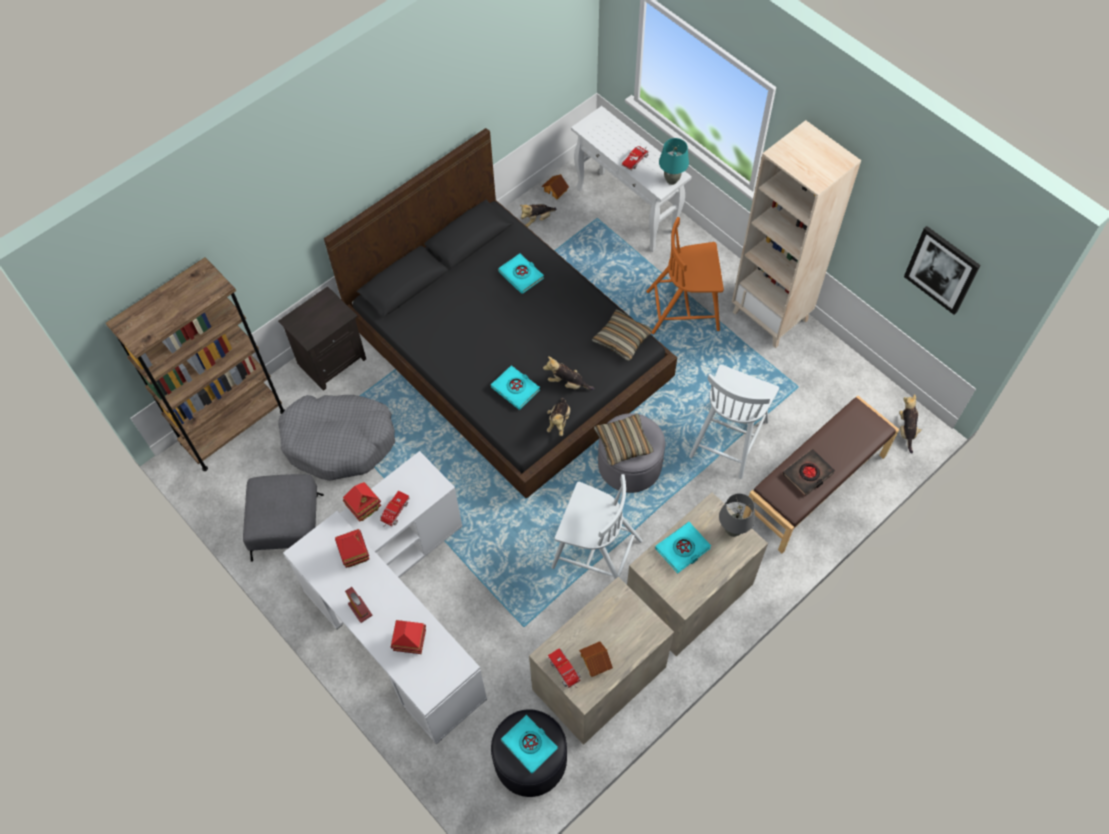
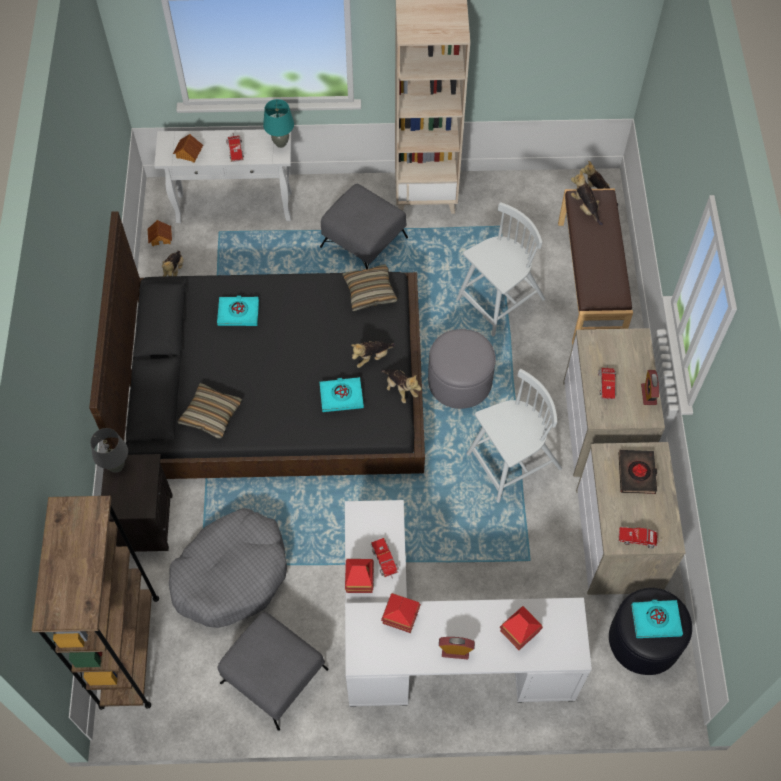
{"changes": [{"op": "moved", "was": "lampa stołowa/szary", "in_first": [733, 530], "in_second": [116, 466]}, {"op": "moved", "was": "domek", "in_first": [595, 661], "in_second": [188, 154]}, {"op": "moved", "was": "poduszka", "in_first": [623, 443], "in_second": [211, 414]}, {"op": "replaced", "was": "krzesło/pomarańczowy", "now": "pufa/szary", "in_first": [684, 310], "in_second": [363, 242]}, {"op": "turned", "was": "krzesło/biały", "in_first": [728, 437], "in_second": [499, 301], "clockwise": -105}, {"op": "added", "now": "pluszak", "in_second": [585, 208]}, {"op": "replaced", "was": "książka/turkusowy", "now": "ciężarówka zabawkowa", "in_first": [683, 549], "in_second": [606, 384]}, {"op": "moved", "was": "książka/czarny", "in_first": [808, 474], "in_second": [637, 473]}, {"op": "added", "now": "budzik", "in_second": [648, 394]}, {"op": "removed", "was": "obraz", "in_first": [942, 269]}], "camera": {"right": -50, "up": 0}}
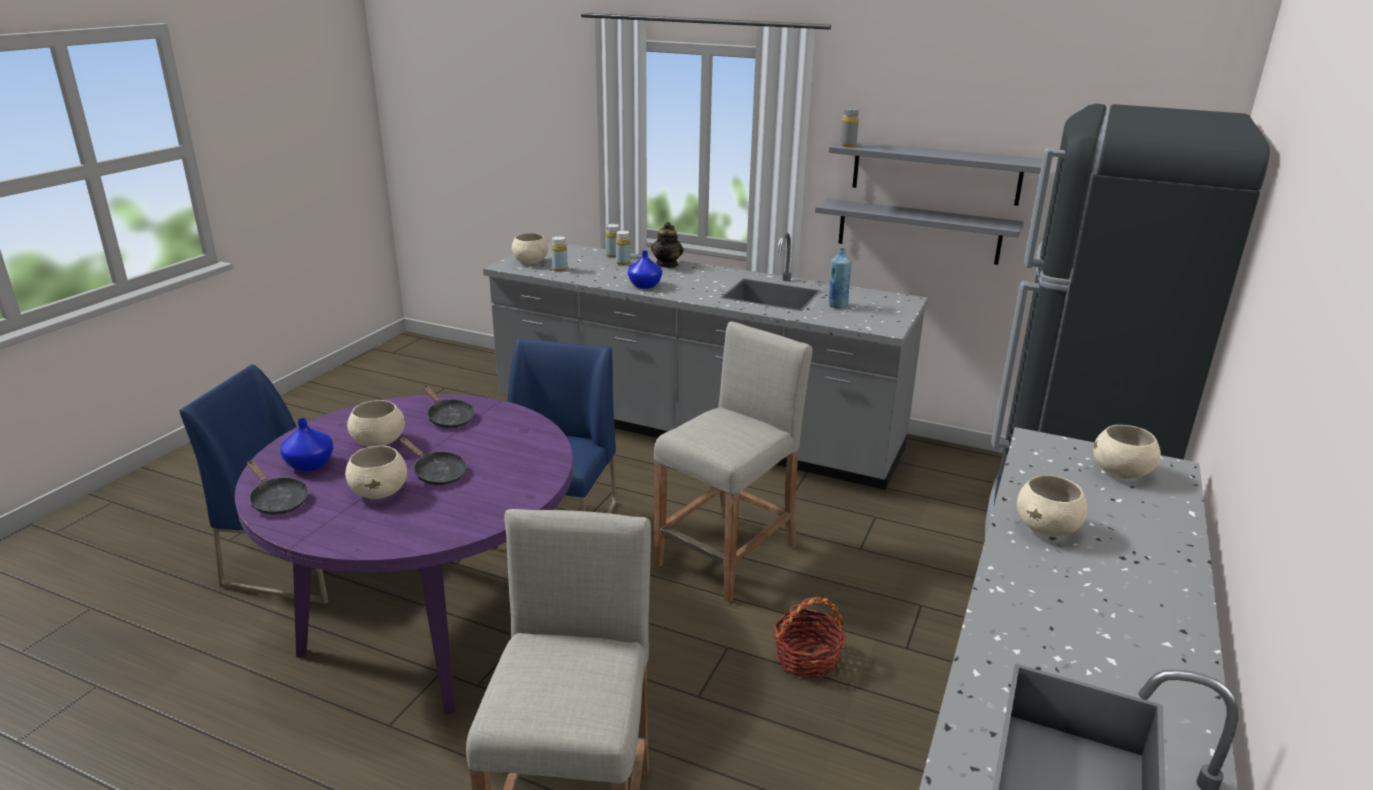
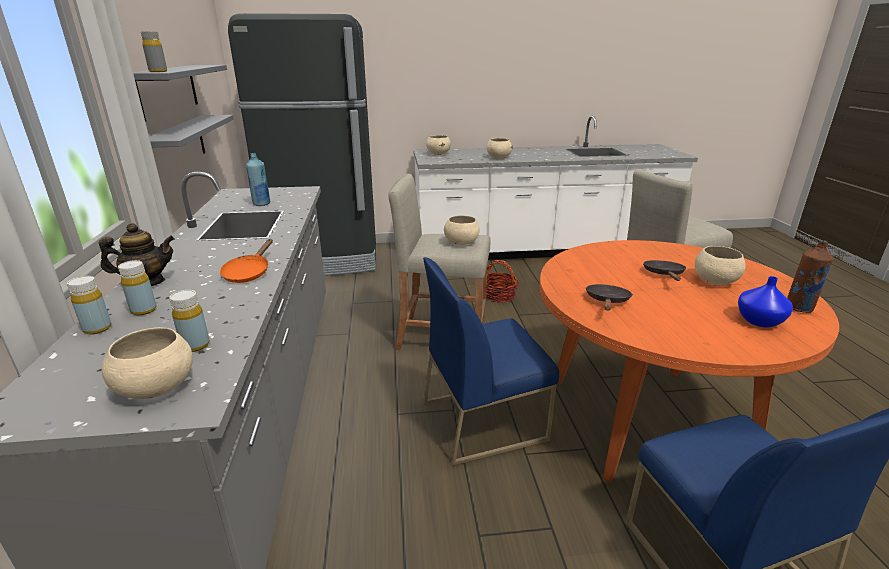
{"changes": [{"op": "replaced", "was": "wazon/niebieski", "now": "patelnia/pomarańczowy", "in_first": [645, 285], "in_second": [249, 273]}, {"op": "moved", "was": "miska/beżowy", "in_first": [378, 442], "in_second": [461, 243]}, {"op": "recoloured", "was": "stół jadalny/fioletowy", "now": "stół jadalny/pomarańczowy", "in_first": [431, 624], "in_second": [646, 419]}, {"op": "replaced", "was": "patelnia/czarny", "now": "butelka/brązowy", "in_first": [277, 501], "in_second": [799, 308]}], "camera": {"right": -120, "up": 0}}
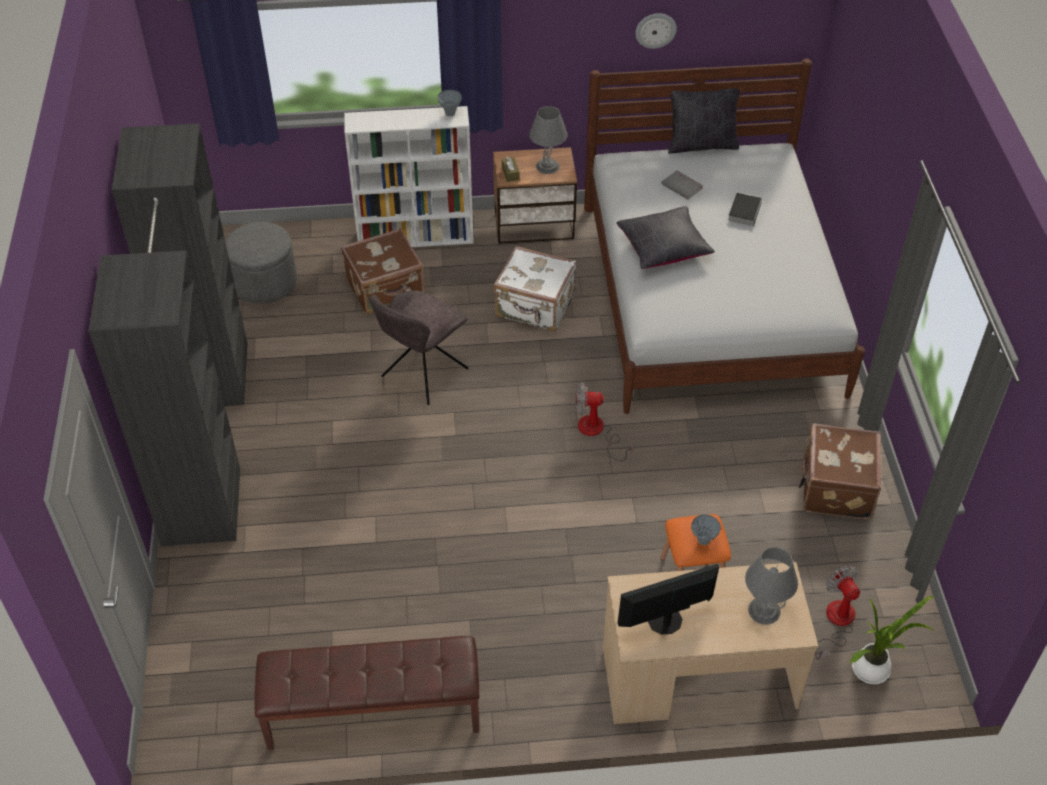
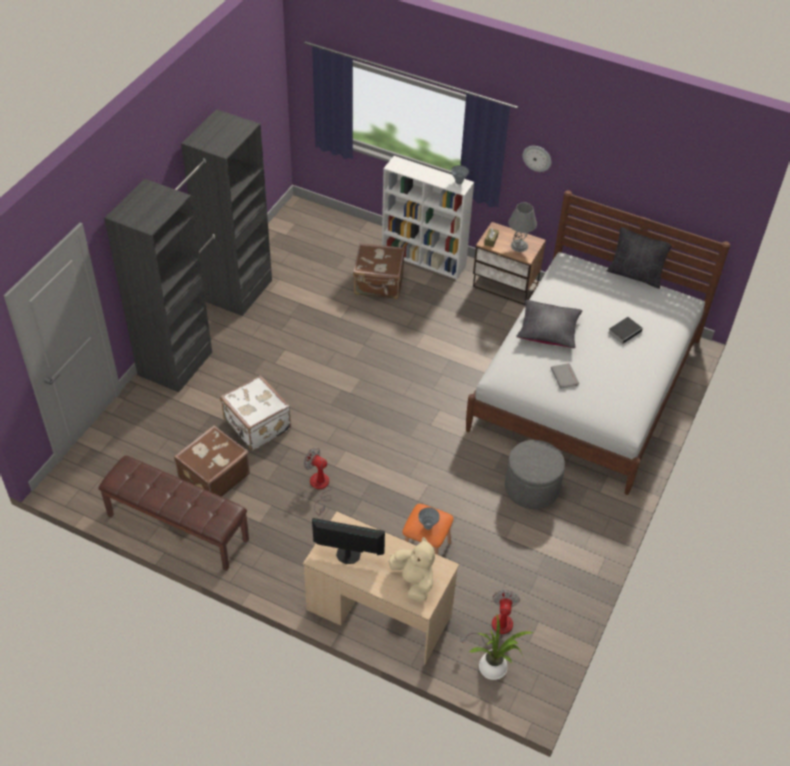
{"changes": [{"op": "moved", "was": "walizka/brązowy", "in_first": [835, 488], "in_second": [213, 476]}, {"op": "moved", "was": "walizka/biały", "in_first": [535, 307], "in_second": [256, 426]}, {"op": "moved", "was": "wentylator", "in_first": [597, 432], "in_second": [319, 487]}, {"op": "replaced", "was": "lampa stołowa/szary", "now": "pluszak/beżowy", "in_first": [764, 610], "in_second": [413, 581]}, {"op": "moved", "was": "pufa/szary", "in_first": [264, 282], "in_second": [531, 488]}, {"op": "moved", "was": "zegar ścienny", "in_first": [655, 30], "in_second": [537, 158]}, {"op": "moved", "was": "książka/szary", "in_first": [682, 185], "in_second": [565, 376]}, {"op": "removed", "was": "krzesło/szary", "in_first": [422, 374]}], "camera": {"right": 30, "up": 0}}
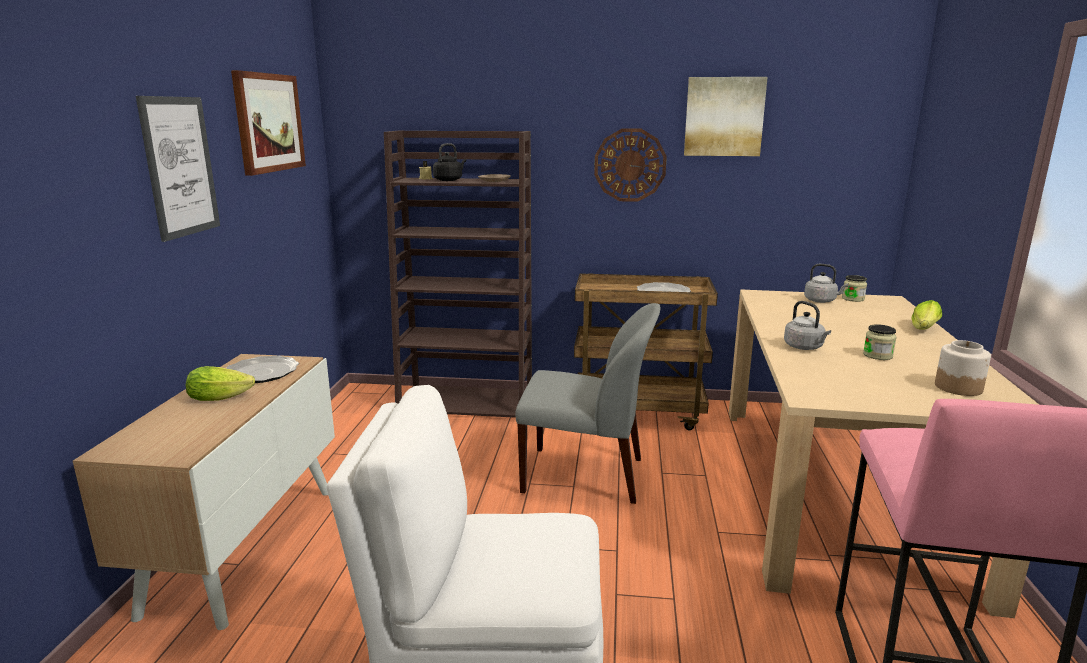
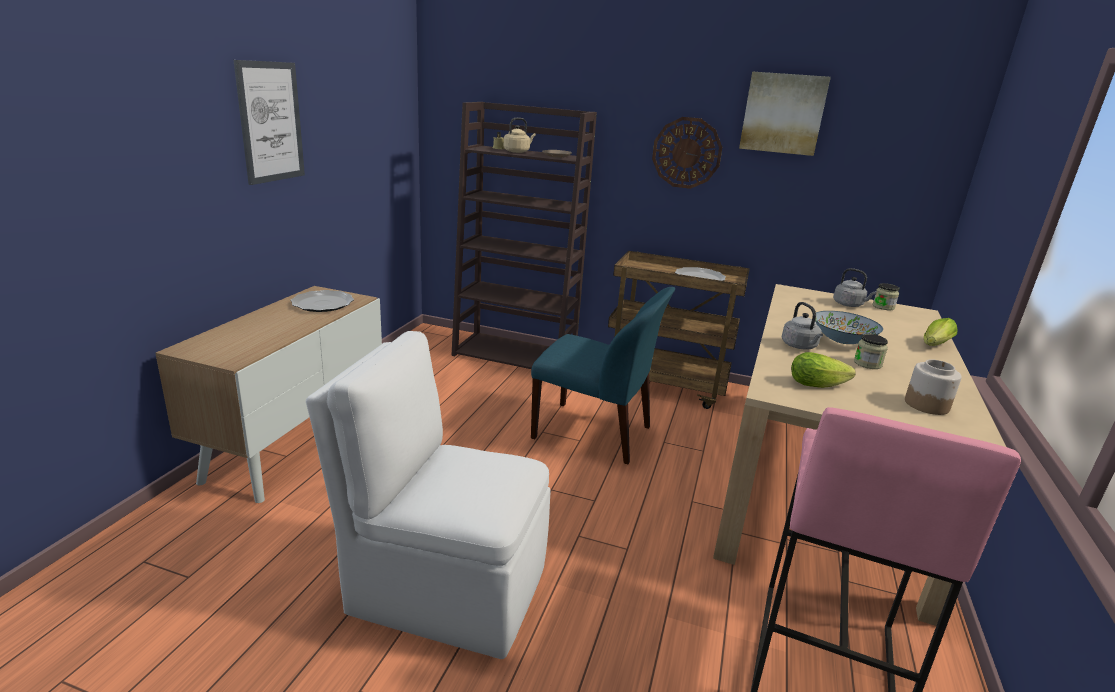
{"changes": [{"op": "recoloured", "was": "czajnik/czarny", "now": "czajnik/beżowy", "in_first": [449, 180], "in_second": [517, 151]}, {"op": "recoloured", "was": "krzesło/szary", "now": "krzesło/niebieski", "in_first": [586, 475], "in_second": [594, 433]}, {"op": "moved", "was": "sałata", "in_first": [223, 397], "in_second": [820, 384]}, {"op": "added", "now": "miska", "in_second": [842, 340]}, {"op": "removed", "was": "obraz", "in_first": [268, 122]}], "camera": {"right": 10, "up": 5}}
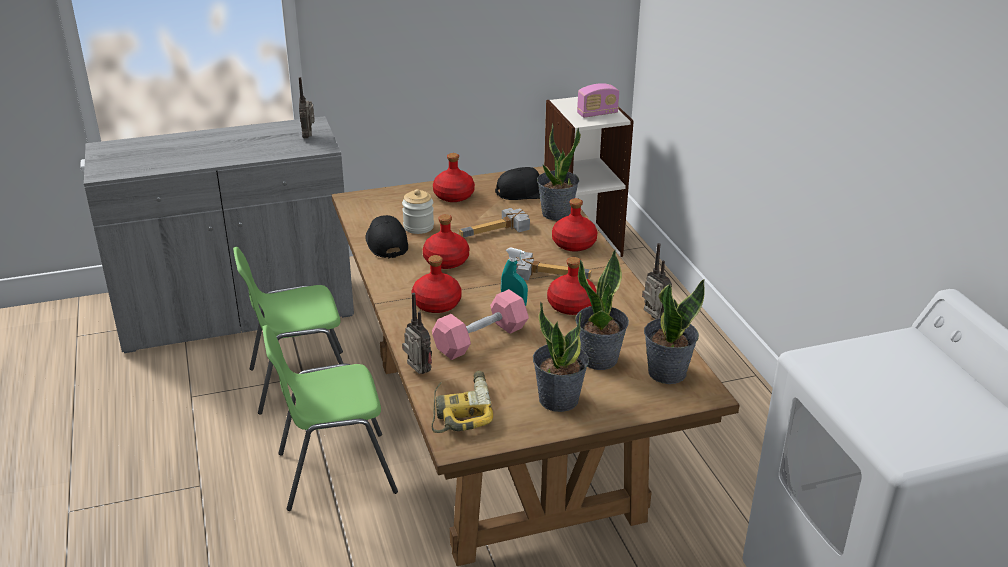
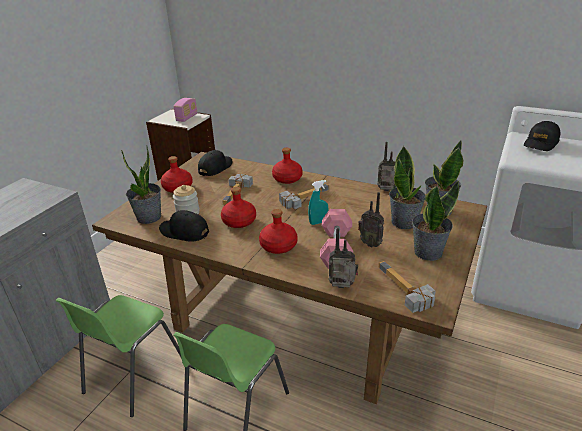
{"changes": [{"op": "moved", "was": "roślina doniczkowa", "in_first": [556, 214], "in_second": [149, 217]}, {"op": "moved", "was": "radio", "in_first": [309, 136], "in_second": [370, 243]}, {"op": "replaced", "was": "wiertarka", "now": "młotek", "in_first": [460, 409], "in_second": [401, 291]}, {"op": "added", "now": "czapka z daszkiem/czarny", "in_second": [541, 143]}, {"op": "removed", "was": "butelka/czerwony", "in_first": [571, 306]}], "camera": {"right": -45, "up": 0}}
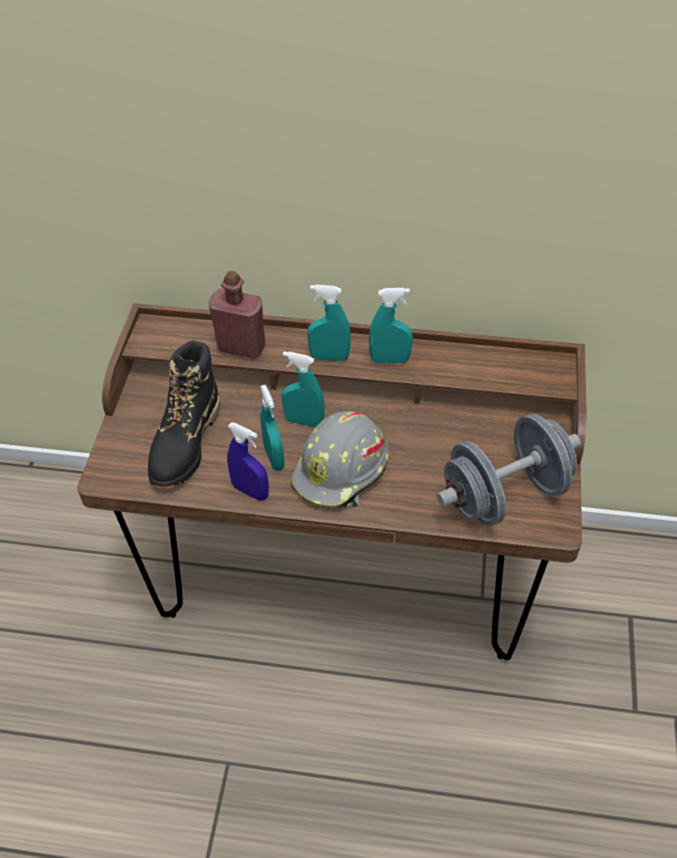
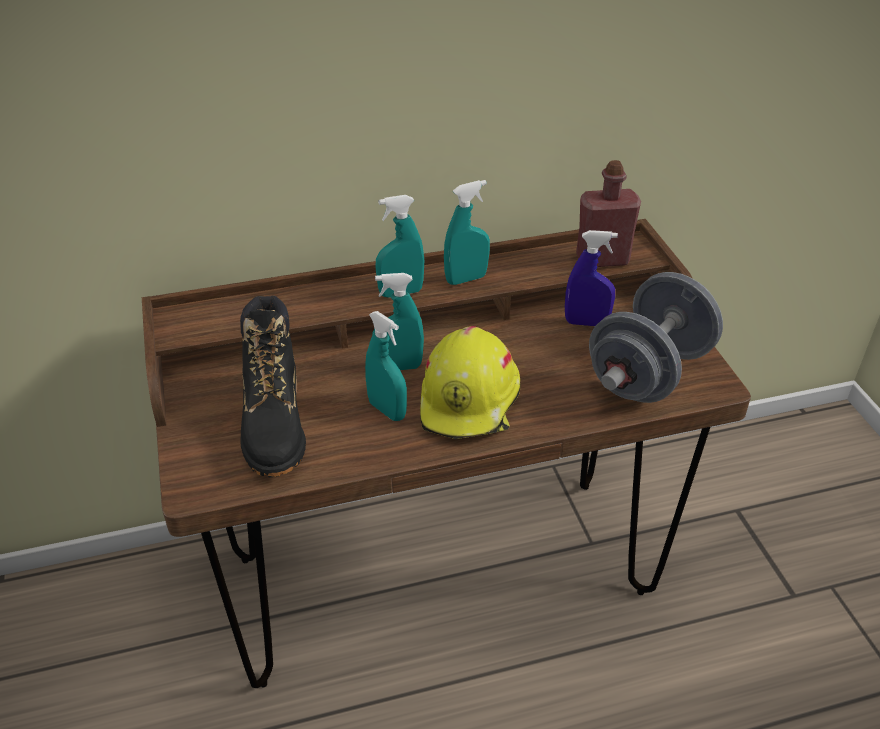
{"changes": [{"op": "recoloured", "was": "kask/szary", "now": "kask/żółty", "in_first": [342, 471], "in_second": [470, 401]}, {"op": "moved", "was": "spryskiwacz/niebieski", "in_first": [250, 491], "in_second": [586, 322]}, {"op": "moved", "was": "butelka/czerwony", "in_first": [241, 347], "in_second": [602, 259]}], "camera": {"right": -25, "up": -10}}
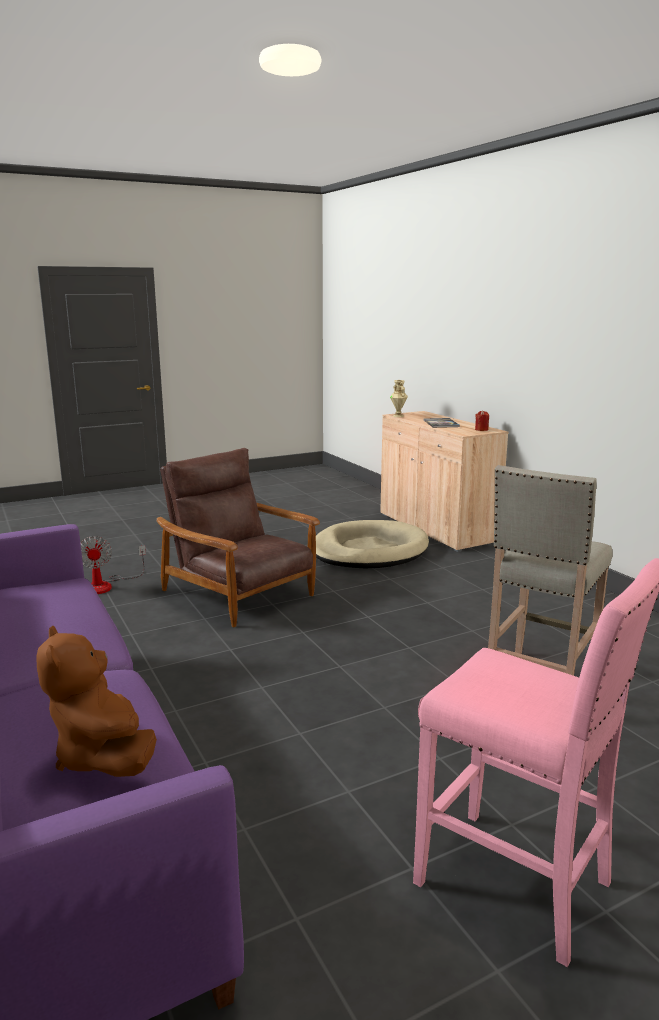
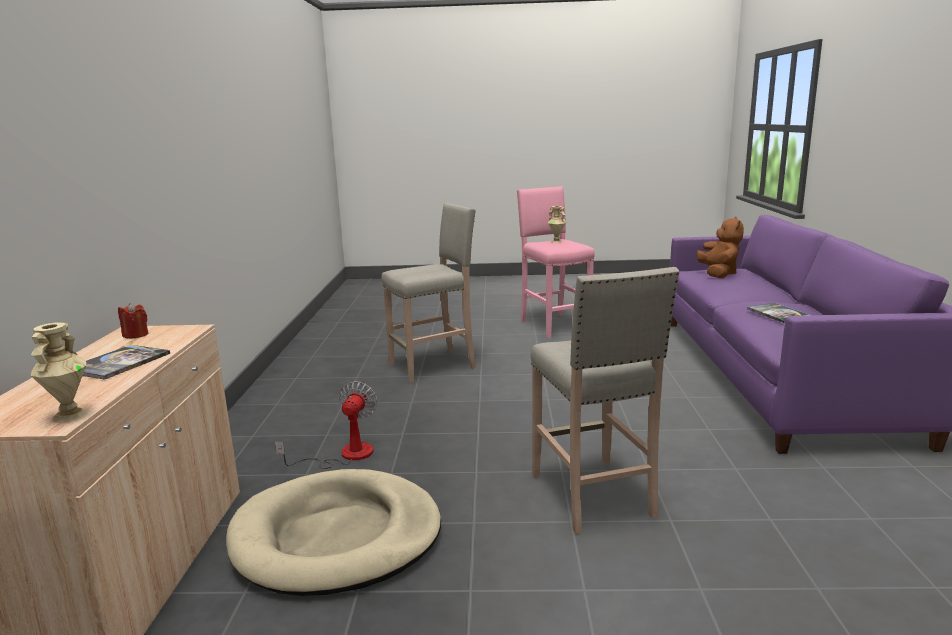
{"changes": [{"op": "moved", "was": "wentylator", "in_first": [106, 585], "in_second": [345, 455]}, {"op": "replaced", "was": "fotel/brązowy", "now": "stołek/beżowy", "in_first": [239, 593], "in_second": [593, 497]}, {"op": "added", "now": "wazon/beżowy", "in_second": [557, 241]}, {"op": "added", "now": "książka", "in_second": [778, 314]}], "camera": {"right": -150, "up": 0}}
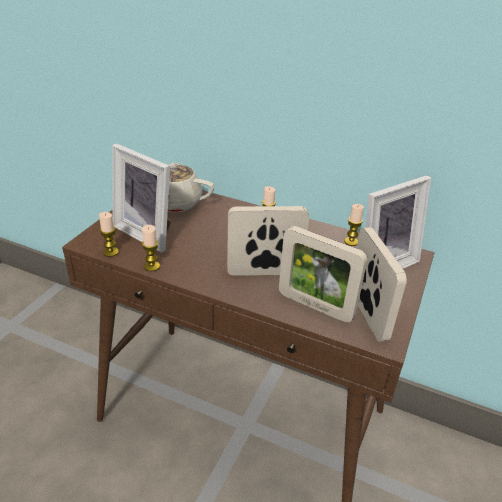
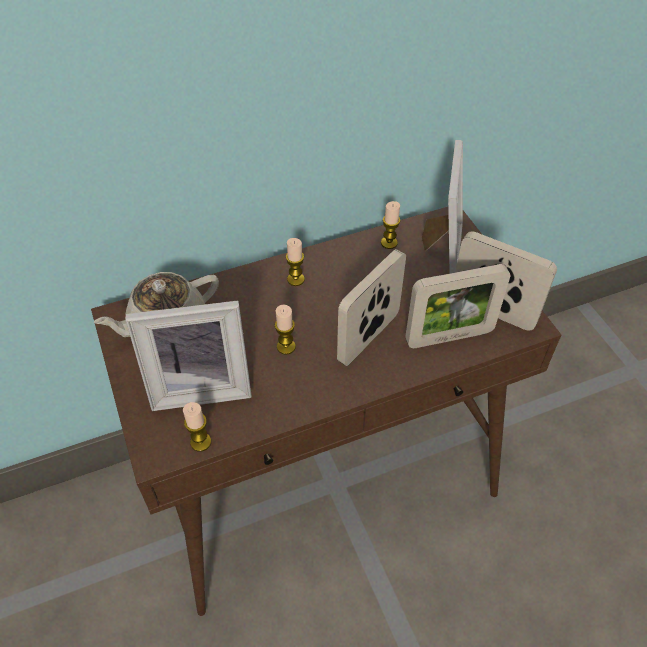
{"changes": [{"op": "moved", "was": "świeca", "in_first": [152, 266], "in_second": [286, 347]}], "camera": {"right": -45, "up": 15}}
